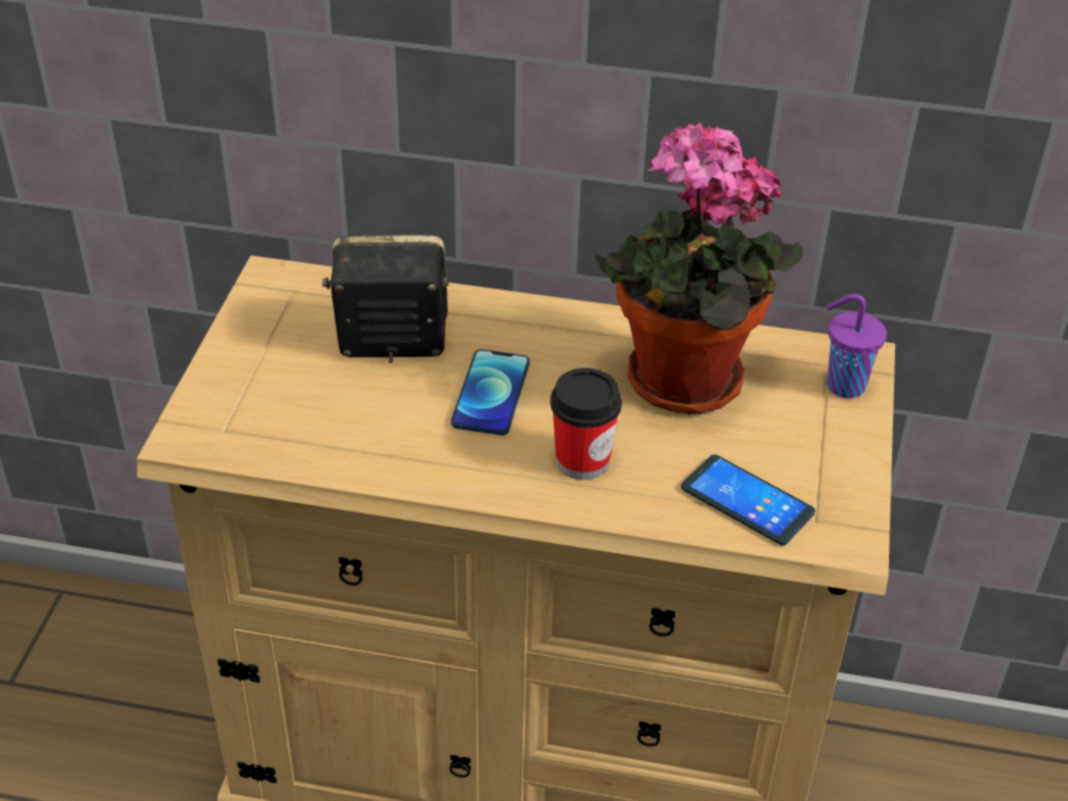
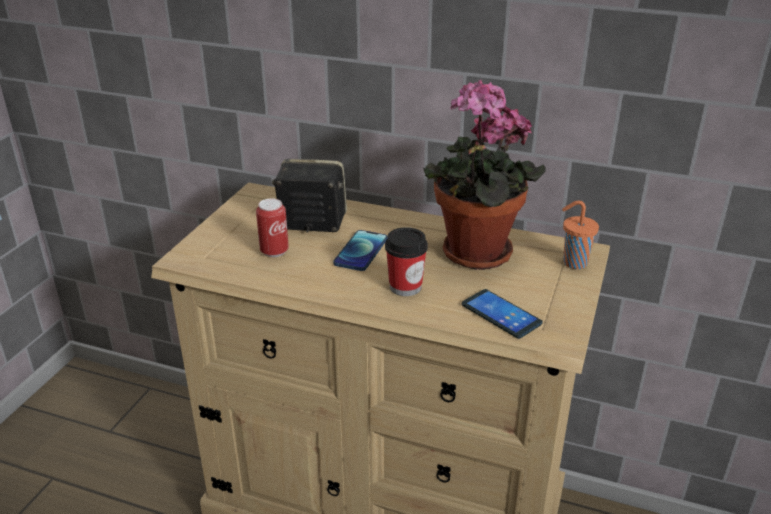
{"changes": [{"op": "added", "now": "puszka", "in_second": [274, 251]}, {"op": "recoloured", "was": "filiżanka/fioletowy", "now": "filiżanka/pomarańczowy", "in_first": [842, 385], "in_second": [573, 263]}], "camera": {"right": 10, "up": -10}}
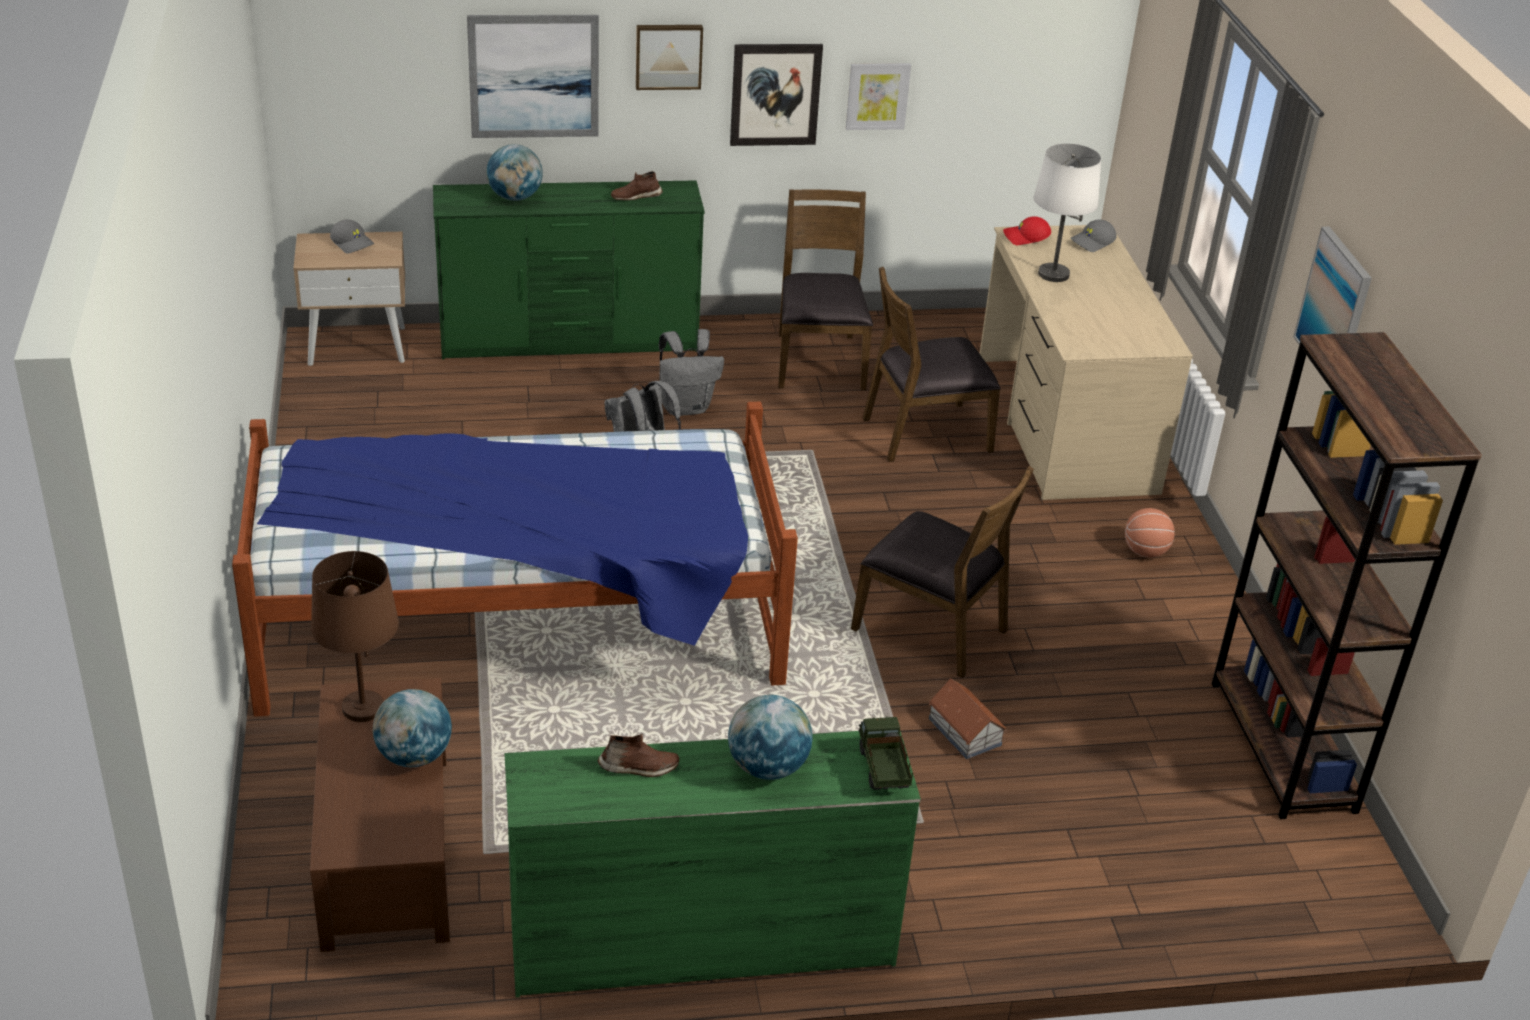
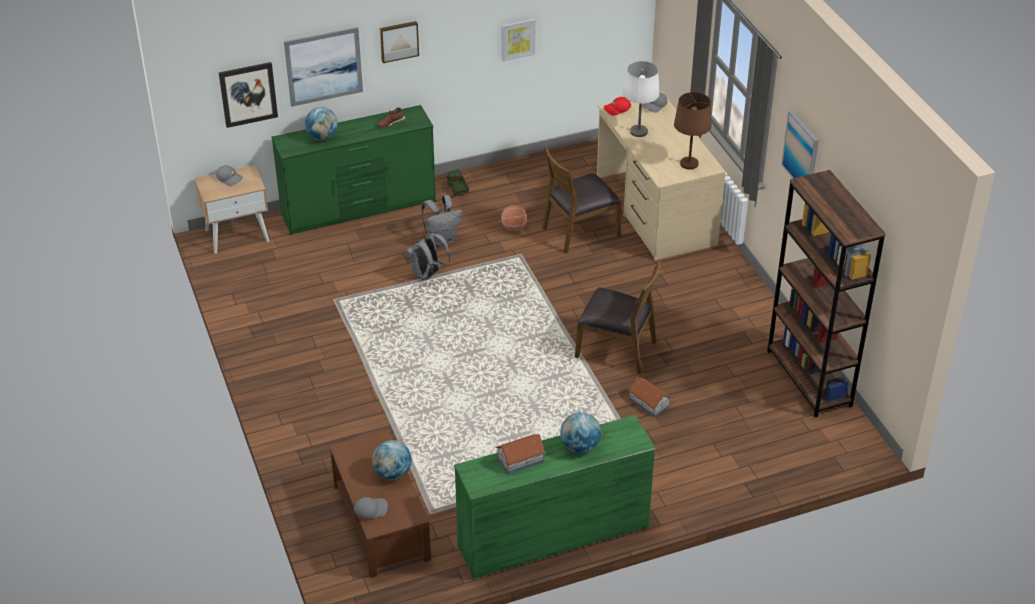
{"changes": [{"op": "moved", "was": "obraz", "in_first": [775, 94], "in_second": [248, 94]}, {"op": "added", "now": "czapka z daszkiem/szary", "in_second": [371, 509]}, {"op": "moved", "was": "ciężarówka zabawkowa", "in_first": [882, 770], "in_second": [457, 189]}, {"op": "replaced", "was": "but/brązowy", "now": "domek", "in_first": [638, 768], "in_second": [520, 459]}, {"op": "moved", "was": "piłka do koszykówki", "in_first": [1145, 551], "in_second": [513, 228]}, {"op": "moved", "was": "lampa stołowa/brązowy", "in_first": [362, 708], "in_second": [689, 164]}, {"op": "removed", "was": "łóżko", "in_first": [520, 626]}, {"op": "removed", "was": "krzesło/brązowy", "in_first": [818, 361]}], "camera": {"right": -10, "up": 5}}
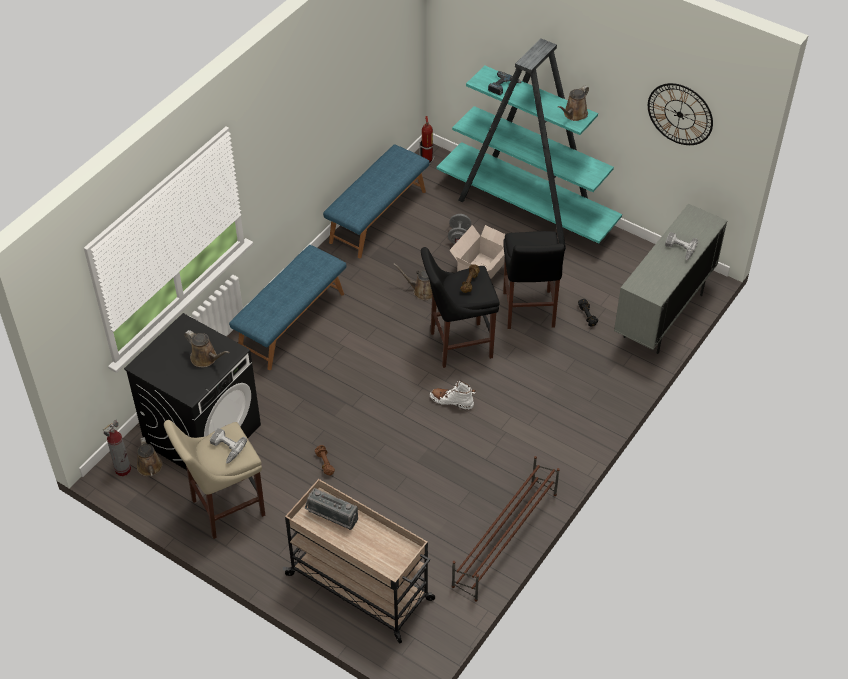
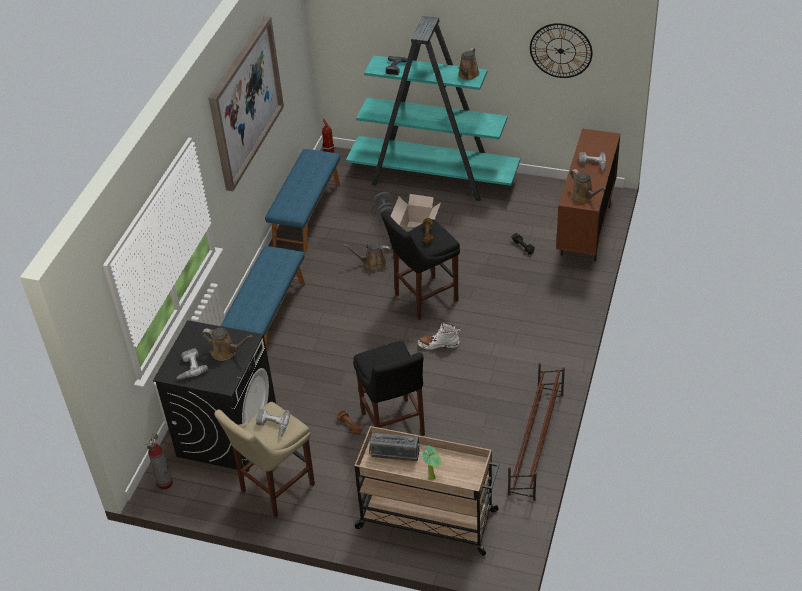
{"changes": [{"op": "added", "now": "wiertarka", "in_second": [189, 368]}, {"op": "added", "now": "obraz", "in_second": [245, 102]}, {"op": "moved", "was": "stołek/czarny", "in_first": [528, 312], "in_second": [393, 427]}, {"op": "added", "now": "roślina doniczkowa", "in_second": [433, 476]}, {"op": "recoloured", "was": "szafka/szary", "now": "szafka/brązowy", "in_first": [663, 316], "in_second": [585, 231]}, {"op": "moved", "was": "konewka/brązowy", "in_first": [150, 468], "in_second": [584, 196]}], "camera": {"right": -15, "up": -5}}
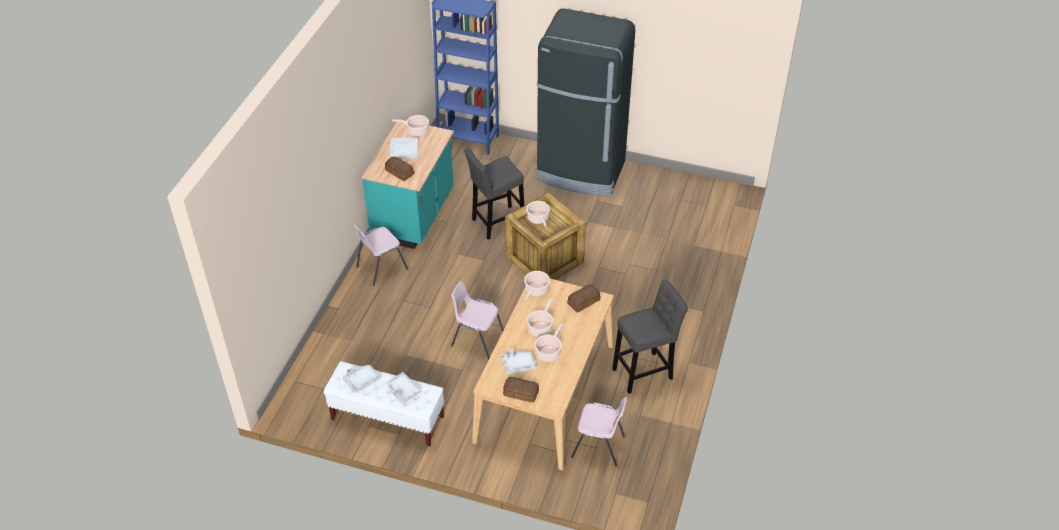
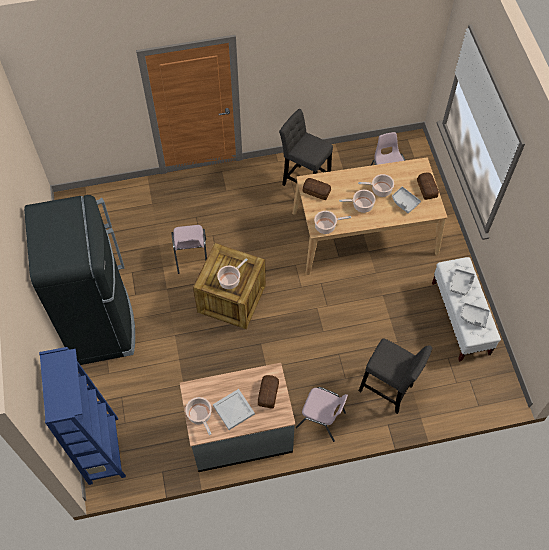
{"changes": [{"op": "moved", "was": "krzesło/różowy", "in_first": [477, 339], "in_second": [191, 257]}, {"op": "recoloured", "was": "zabudowa kuchenna/turkusowy", "now": "zabudowa kuchenna/szary", "in_first": [414, 215], "in_second": [240, 433]}, {"op": "moved", "was": "stołek/szary", "in_first": [496, 223], "in_second": [388, 390]}], "camera": {"right": -120, "up": 15}}
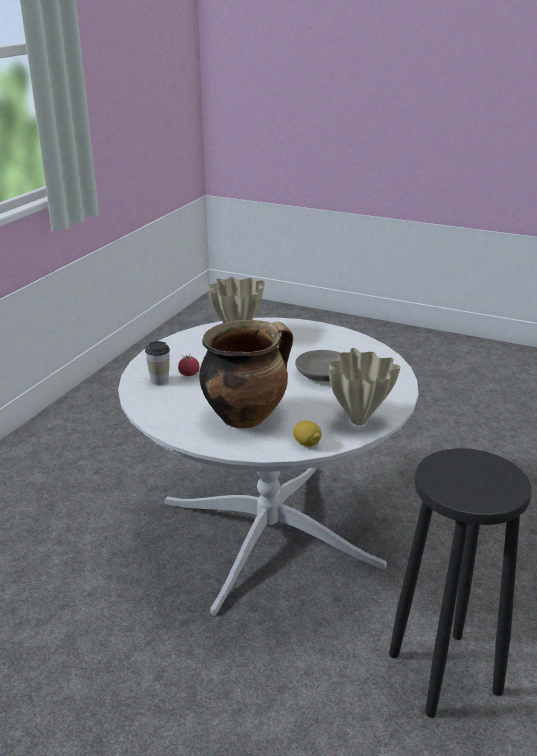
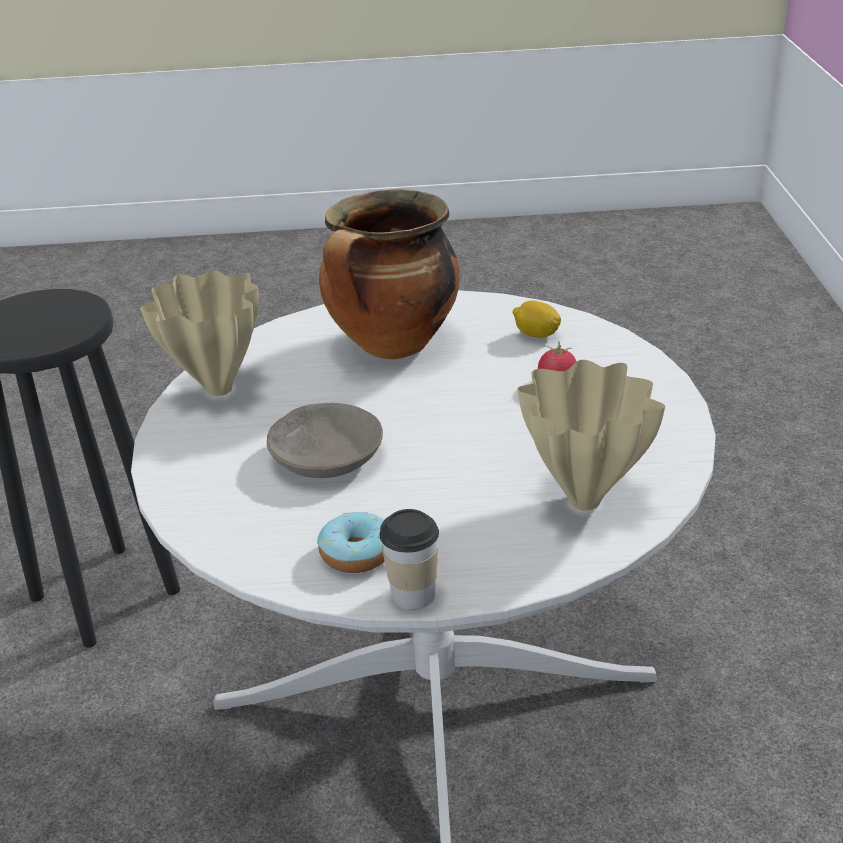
{"changes": [{"op": "added", "now": "donut", "in_second": [357, 554]}, {"op": "moved", "was": "filiżanka", "in_first": [159, 380], "in_second": [413, 594]}, {"op": "moved", "was": "cytryna", "in_first": [307, 443], "in_second": [536, 335]}], "camera": {"right": 155, "up": 5}}
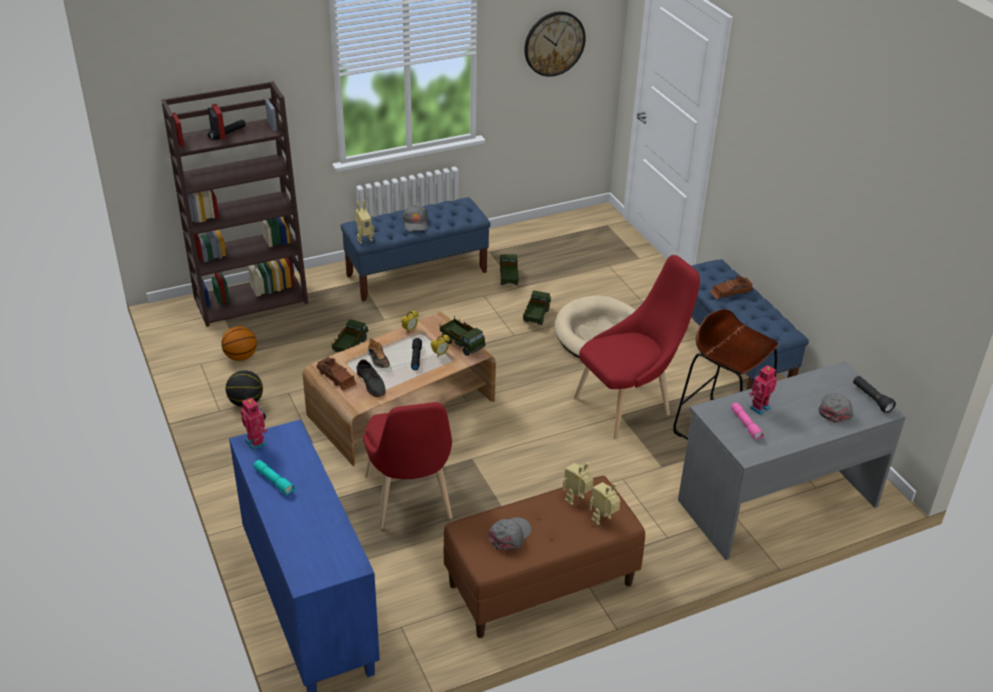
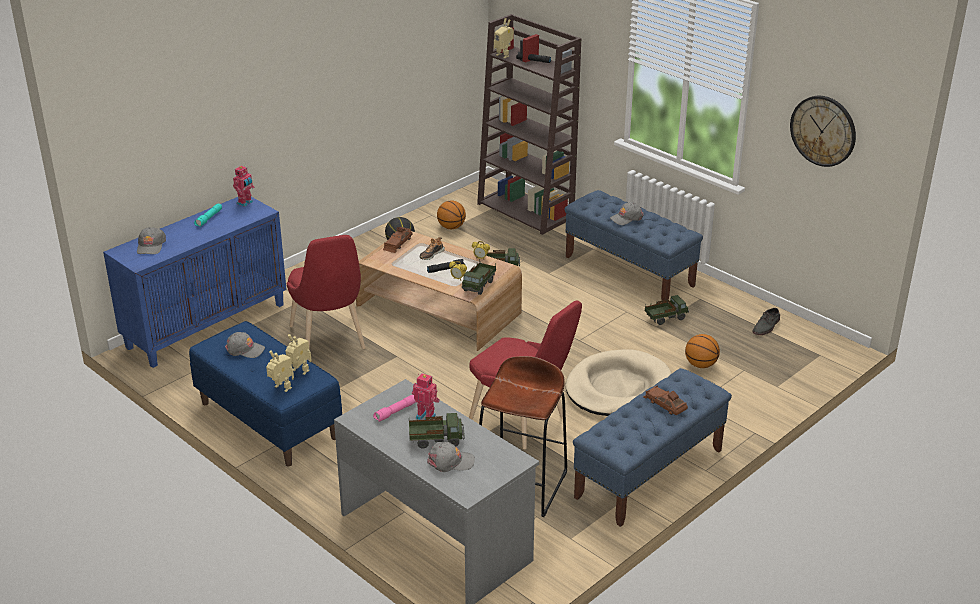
{"changes": [{"op": "added", "now": "czapka z daszkiem/szary", "in_second": [151, 246]}, {"op": "recoloured", "was": "ławka/brązowy", "now": "ławka/niebieski", "in_first": [540, 585], "in_second": [267, 420]}, {"op": "turned", "was": "krzesło/czerwony", "in_first": [411, 502], "in_second": [330, 340], "clockwise": -75}, {"op": "moved", "was": "ciężarówka zabawkowa", "in_first": [536, 316], "in_second": [436, 440]}, {"op": "moved", "was": "robot zabawkowy", "in_first": [364, 239], "in_second": [504, 55]}, {"op": "added", "now": "piłka do koszykówki", "in_second": [701, 365]}, {"op": "moved", "was": "but/szary", "in_first": [371, 383], "in_second": [766, 326]}, {"op": "removed", "was": "latarka/czarny", "in_first": [871, 399]}], "camera": {"right": 70, "up": -5}}
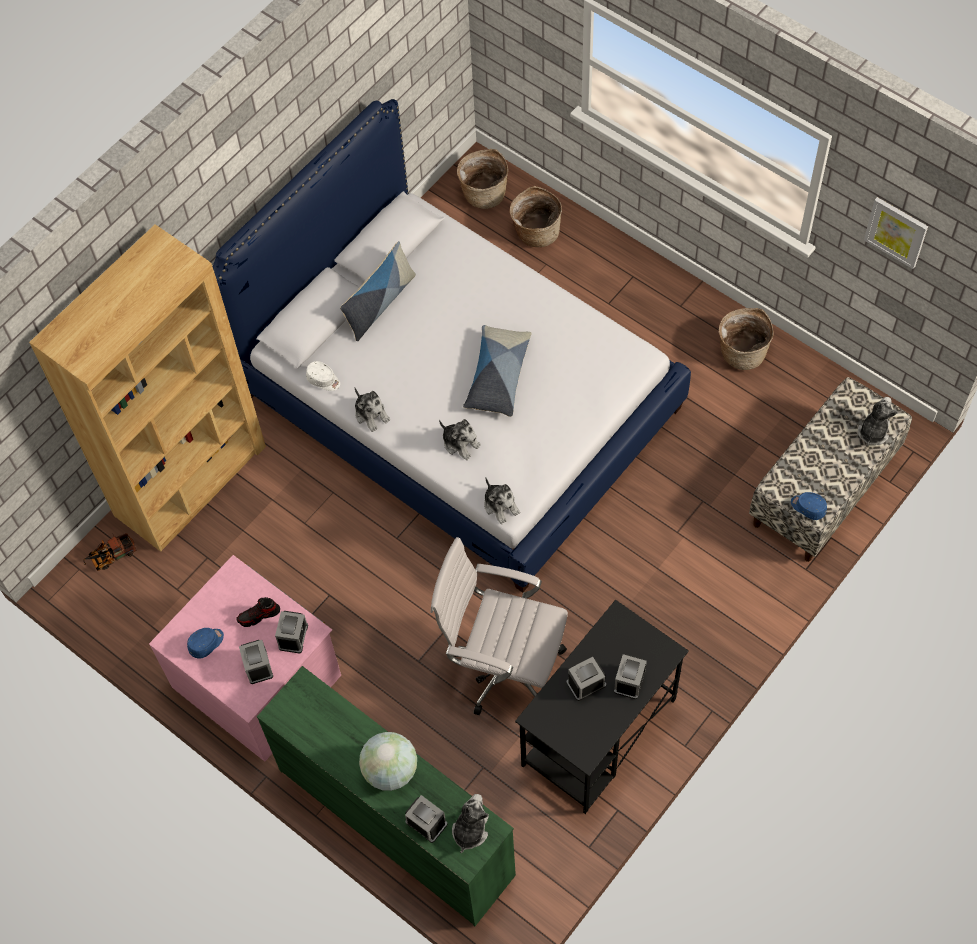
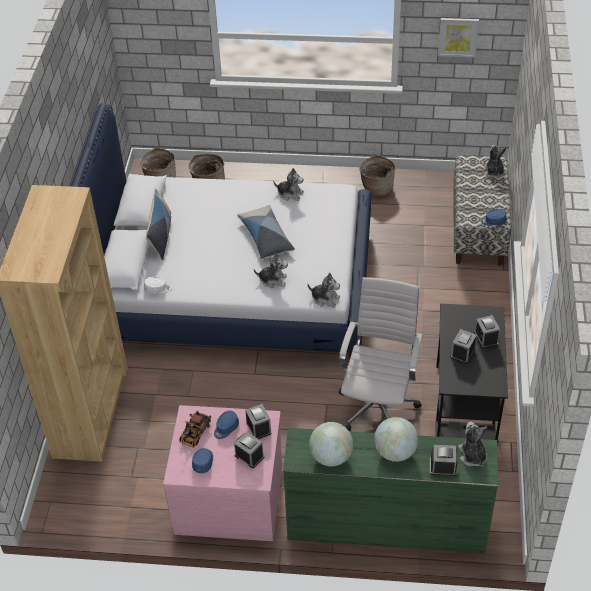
{"changes": [{"op": "moved", "was": "ciężarówka zabawkowa", "in_first": [111, 557], "in_second": [194, 435]}, {"op": "replaced", "was": "but", "now": "czapka z daszkiem/niebieski", "in_first": [259, 615], "in_second": [226, 428]}, {"op": "moved", "was": "pluszak", "in_first": [371, 414], "in_second": [290, 194]}, {"op": "added", "now": "globus", "in_second": [331, 457]}, {"op": "turned", "was": "krzesło biurowe/biały", "in_first": [503, 666], "in_second": [378, 406], "clockwise": 120}], "camera": {"right": -35, "up": -15}}
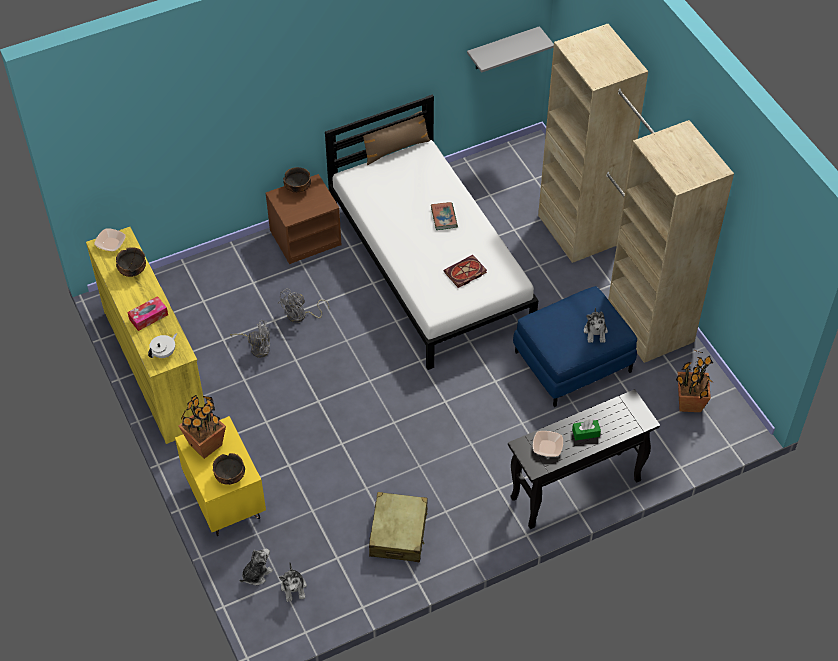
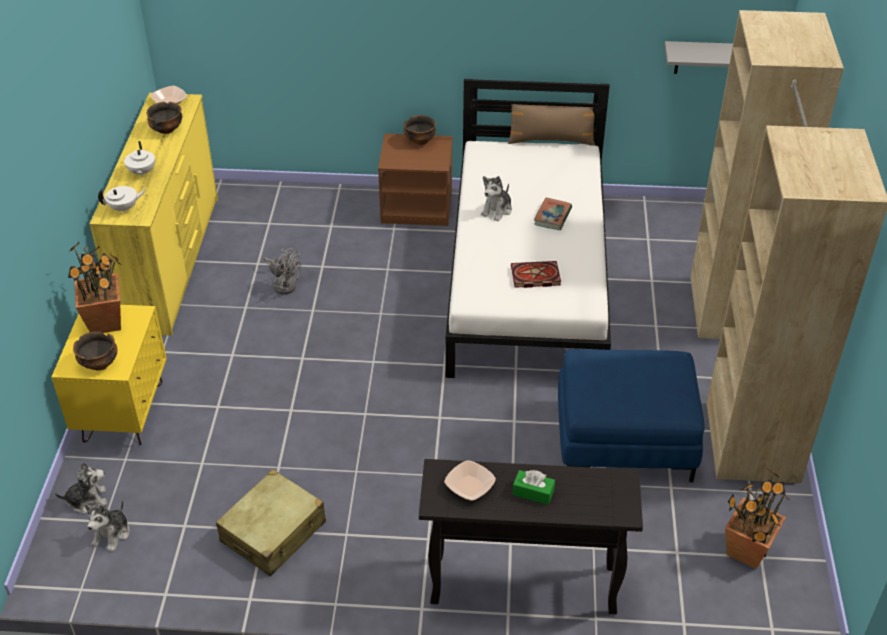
{"changes": [{"op": "replaced", "was": "pudełko chusteczek", "now": "imbryk/biały", "in_first": [148, 317], "in_second": [141, 172]}, {"op": "moved", "was": "pluszak", "in_first": [595, 332], "in_second": [497, 210]}, {"op": "removed", "was": "wentylator/szary", "in_first": [301, 316]}], "camera": {"right": 30, "up": -10}}
